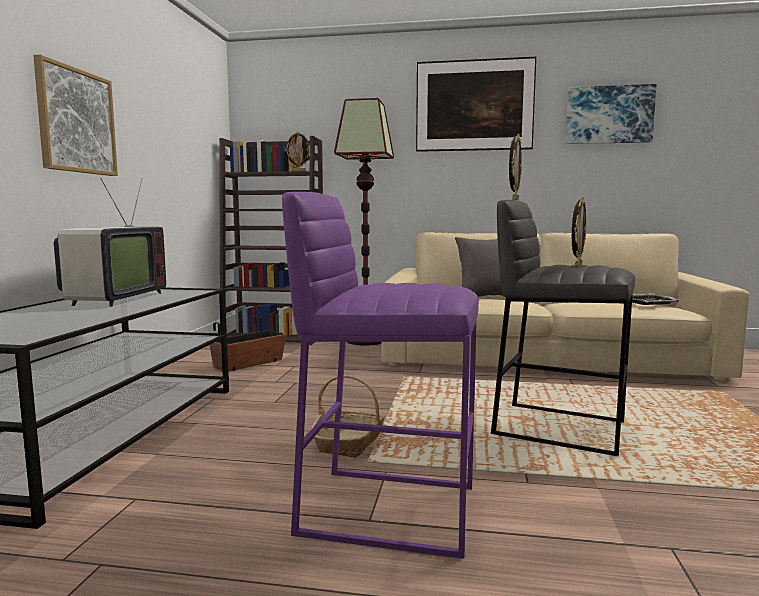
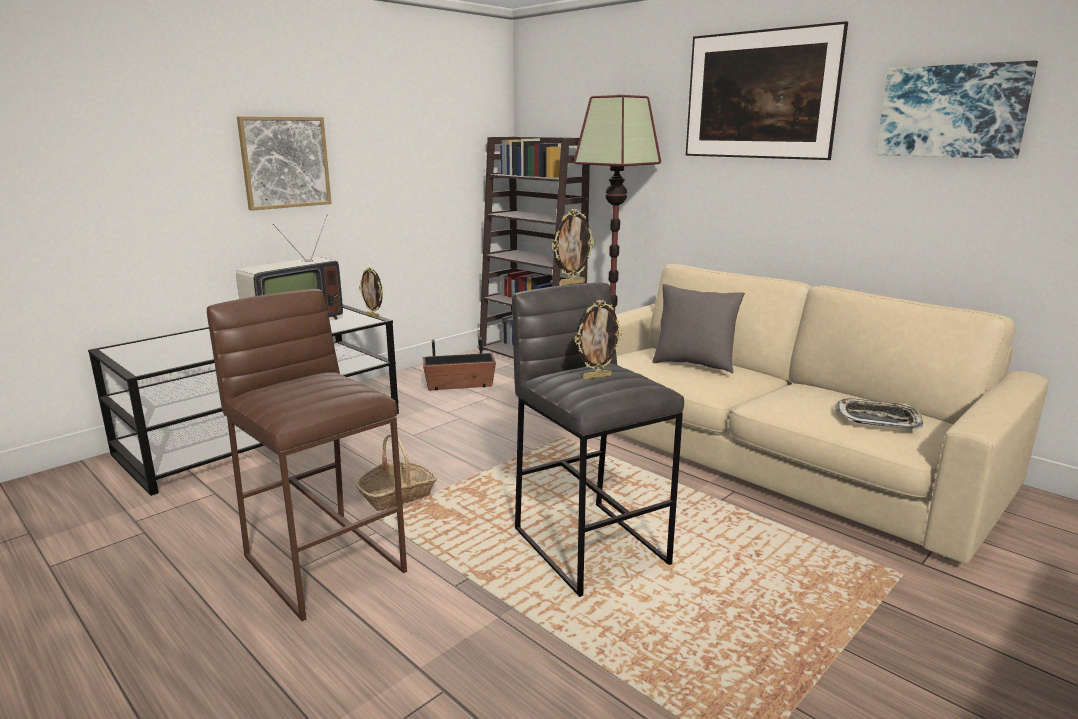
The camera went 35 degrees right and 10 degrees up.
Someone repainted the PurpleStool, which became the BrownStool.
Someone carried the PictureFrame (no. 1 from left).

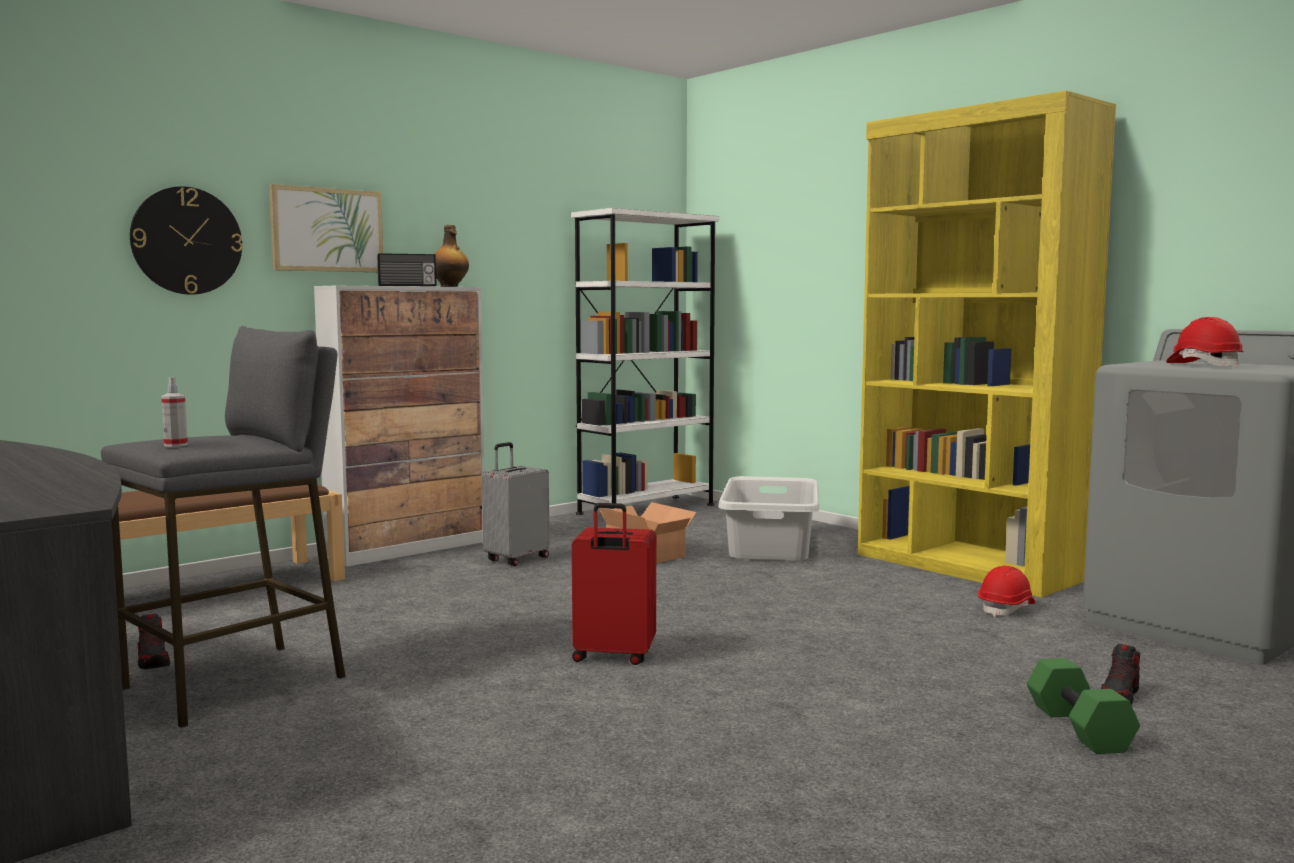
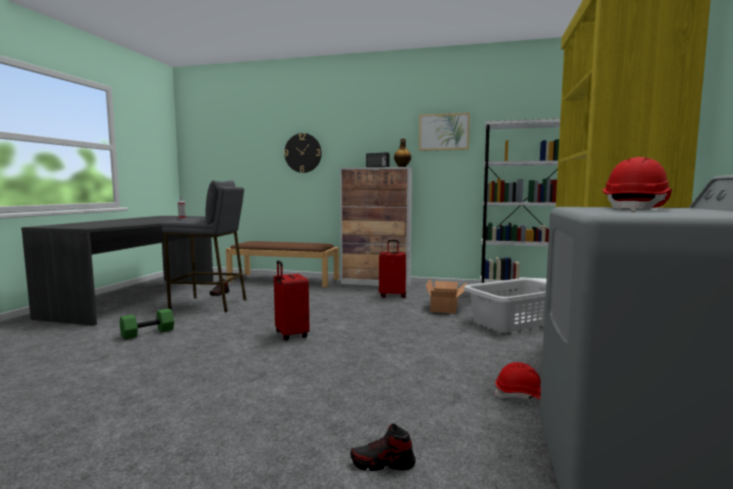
The camera went 55 degrees right and 0 degrees up.
Someone carried the GreenDumbbell.
Someone repainted the GreySuitcase, which became the RedSuitcase (no. 2 from left).
Someone carried the Picture.

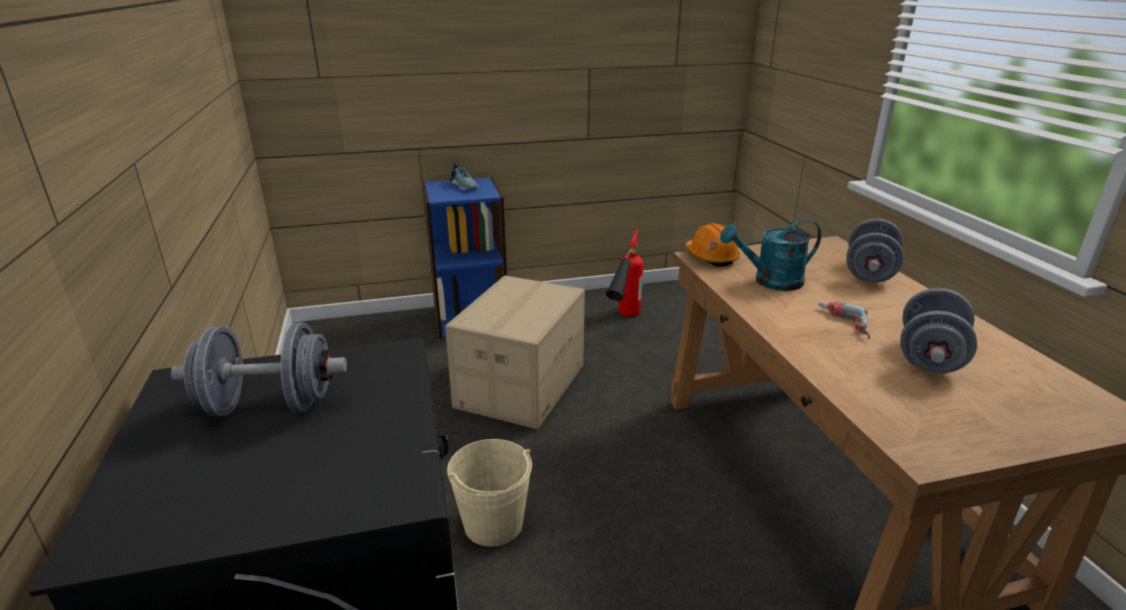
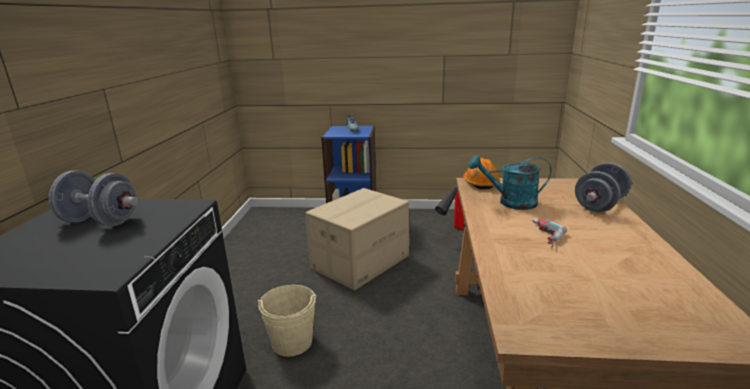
The camera went 20 degrees right and 5 degrees down.
Someone took away the GreyDumbbell (no. 3 from left).

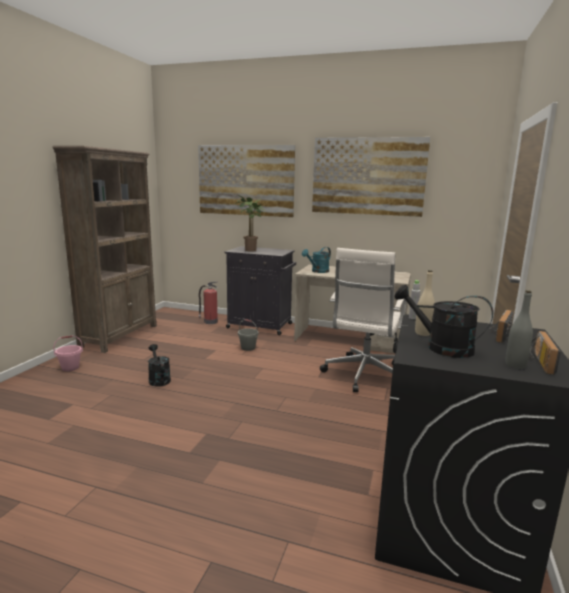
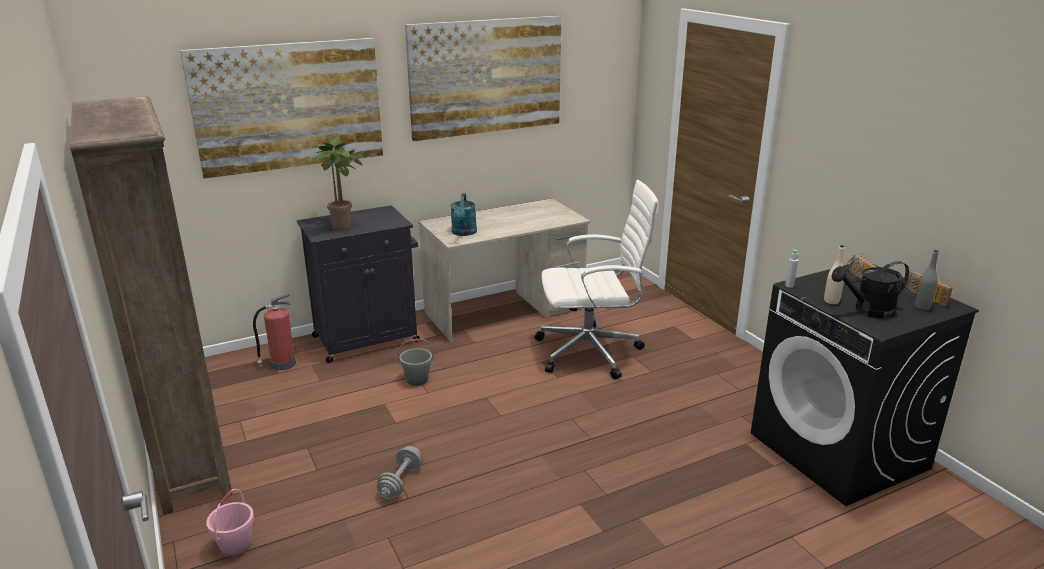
The camera went 45 degrees left and 10 degrees up.
Someone swapped the BlackWateringCan (no. 1 from left) for the GreyDumbbell.
Someone rotated the WhiteOfficeChair by 75 degrees counterclockwise.

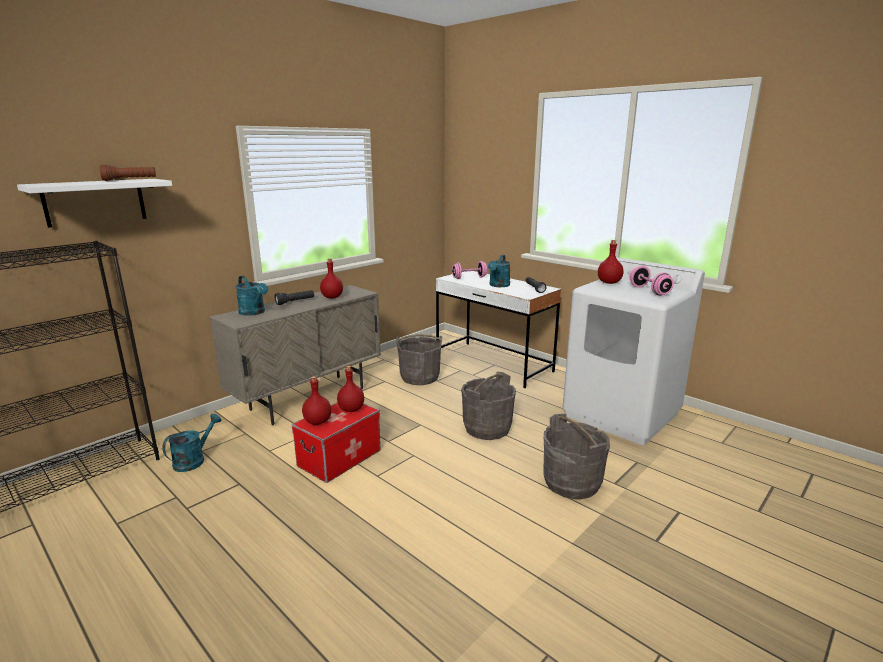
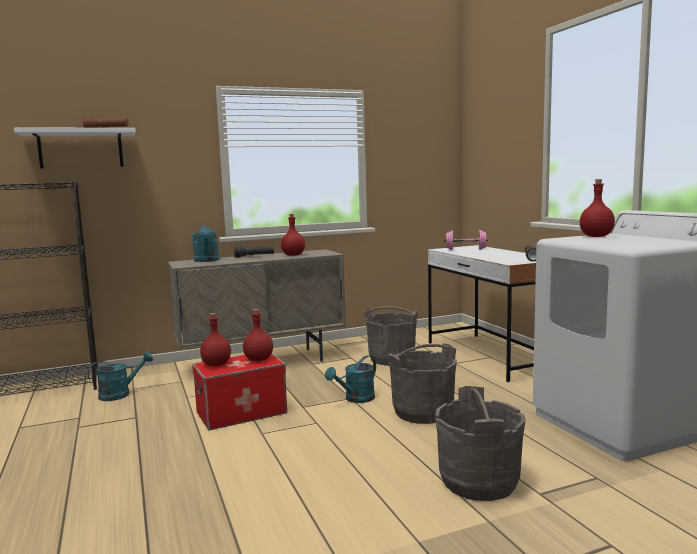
The camera went 25 degrees right and 10 degrees down.
Someone carried the TurquoiseWateringCan (no. 3 from left).
Someone took away the PinkDumbbell (no. 2 from left).

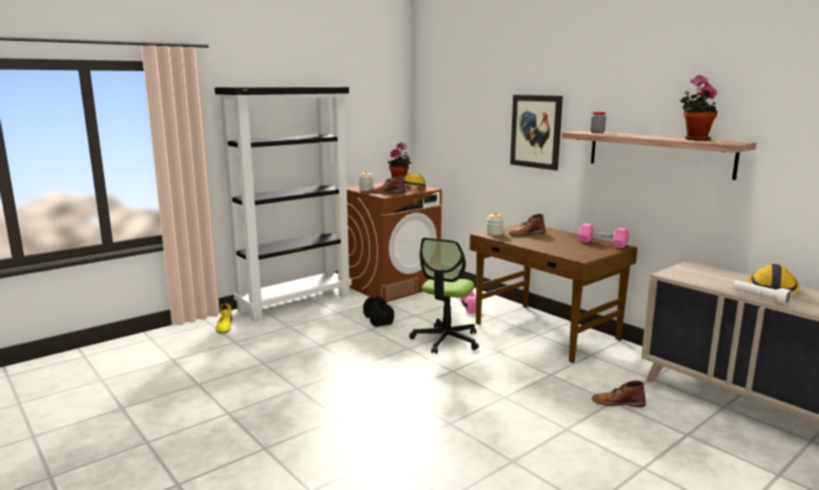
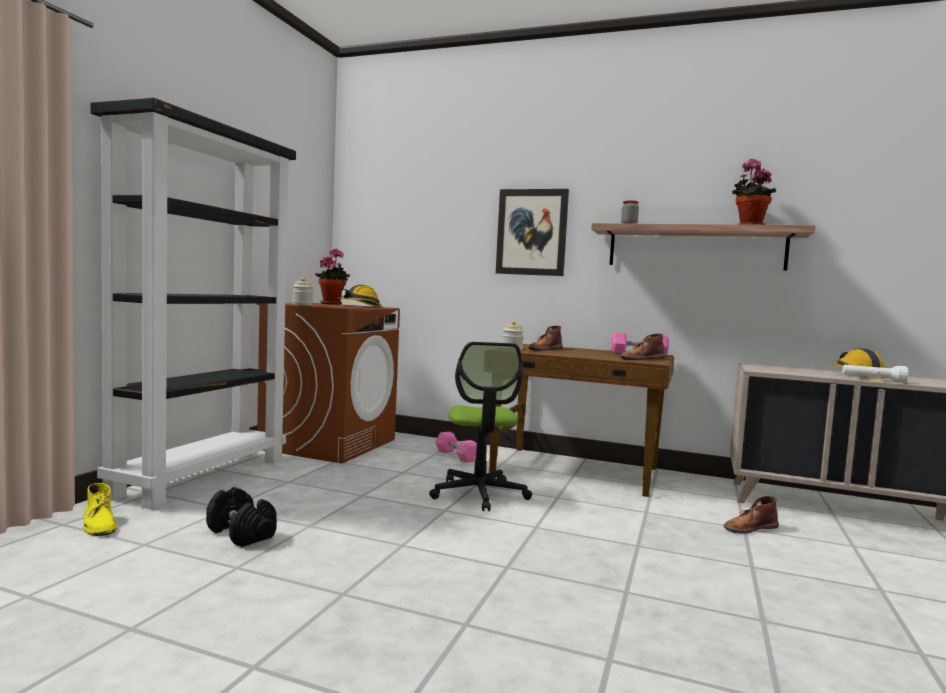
The camera went 30 degrees left and 10 degrees down.
Someone carried the BlackDumbbell.
Someone carried the BrownBoot (no. 1 from left in the first image).

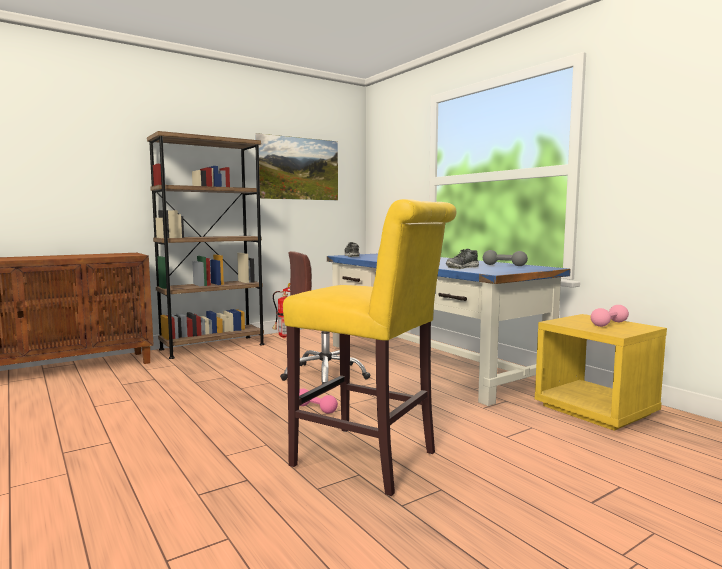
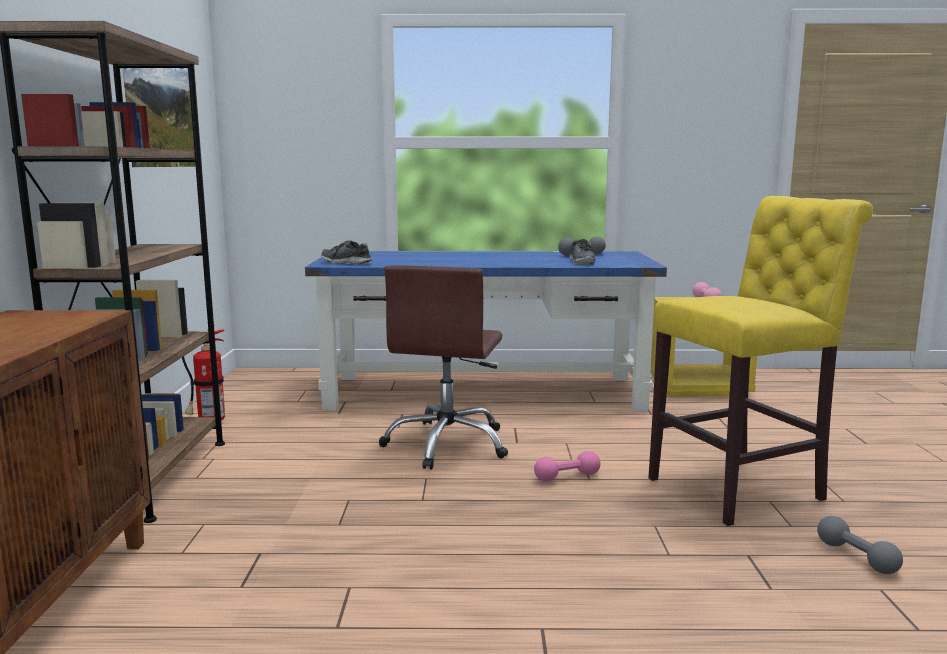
The camera went 55 degrees left and 5 degrees up.
Someone put down the GreyDumbbell (no. 2 from left).

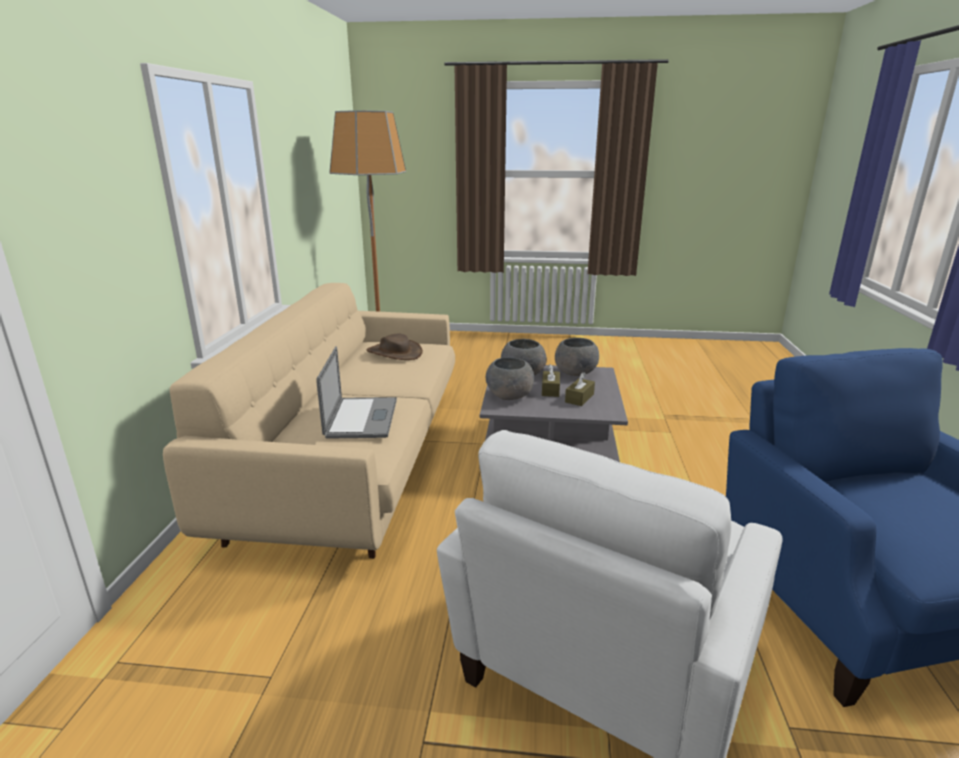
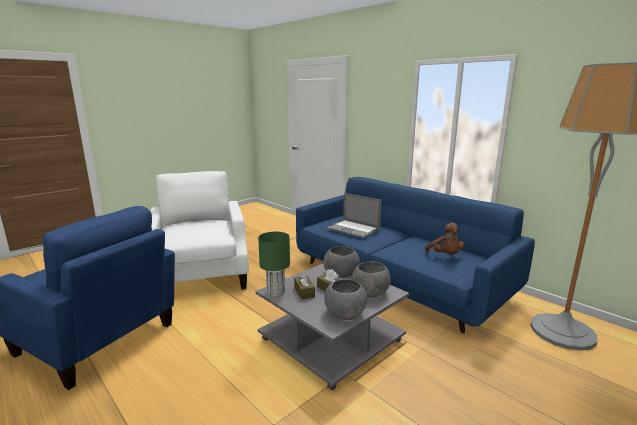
The camera went 130 degrees right and 5 degrees down.
Someone put down the GreenTableLamp.
Someone repainted the BeigeSofa, which became the BlueSofa.
Someone swapped the BrownHat for the BrownPlushToy.

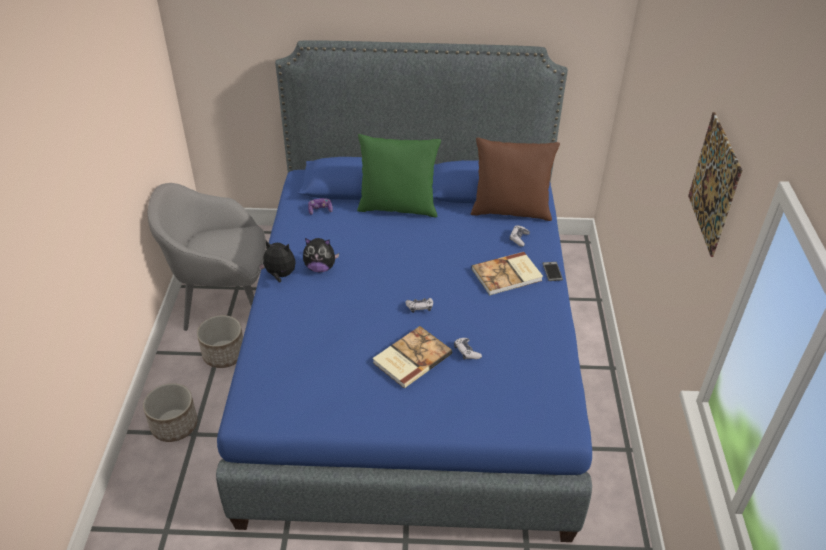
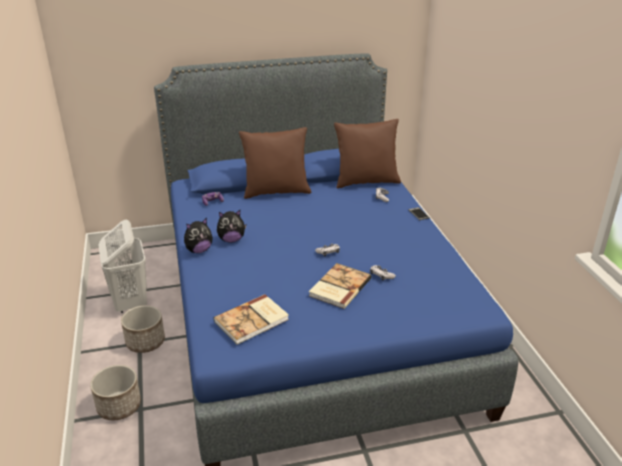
The camera went 15 degrees left and 10 degrees down.
Someone swapped the GreyArmchair for the WhiteLaundryBasket.
Someone rotated the PlushToy (no. 1 from left) by 150 degrees clockwise.
Someone carried the Book (no. 2 from left in the first image).
Someone repainted the GreenPillow, which became the BrownPillow (no. 1 from left).
Someone took away the Picture.

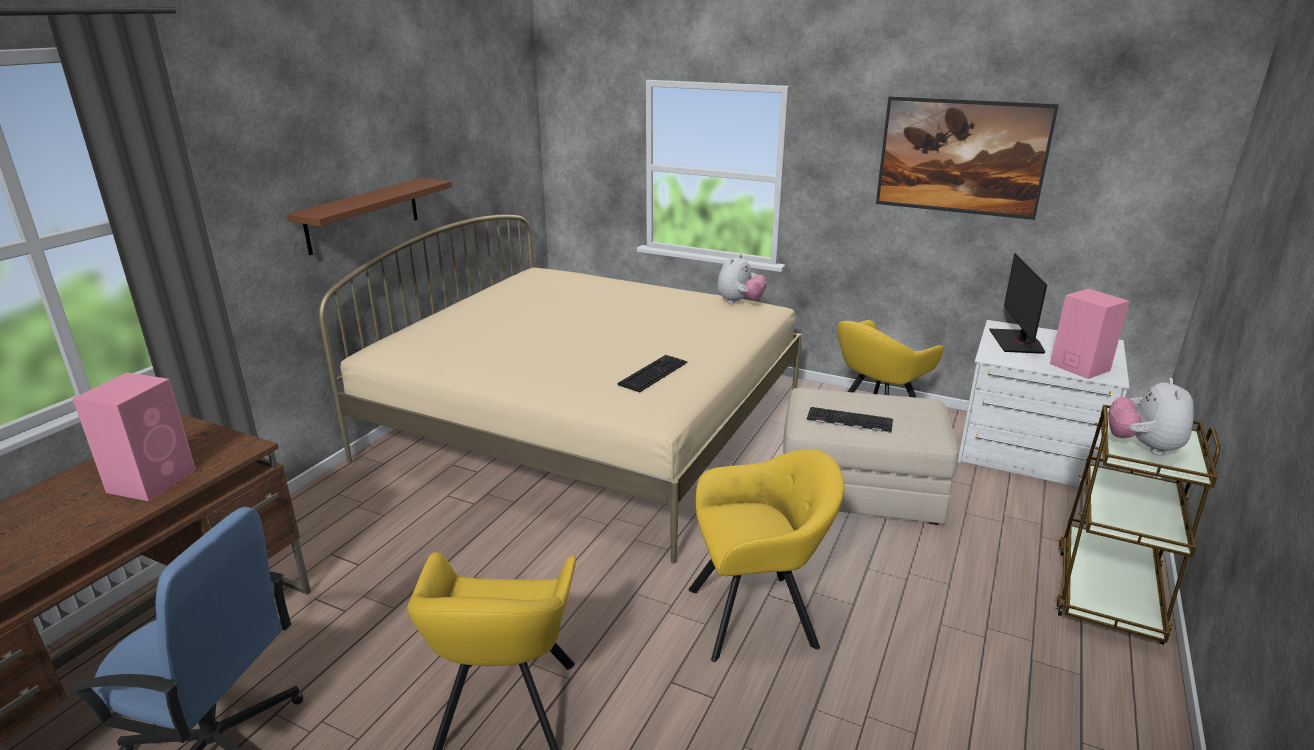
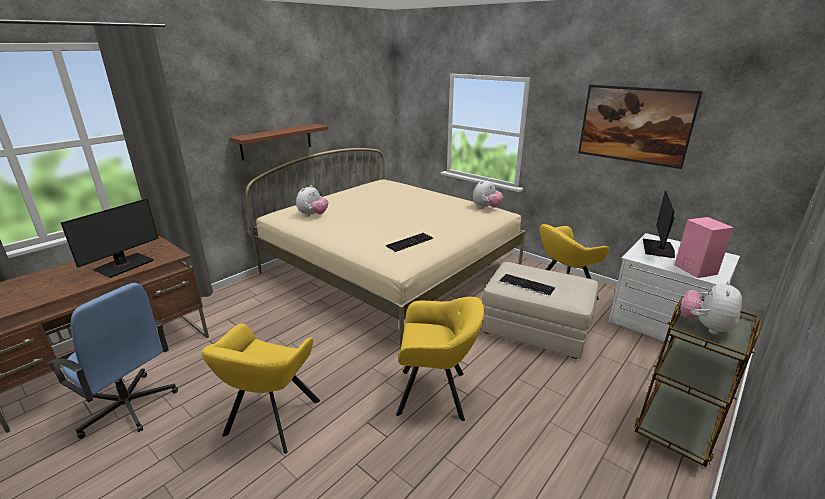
The camera went 15 degrees right and 0 degrees up.
Someone swapped the PinkSpeaker (no. 1 from left) for the Monitor (no. 1 from left).
Someone put down the PlushToy (no. 1 from left).

